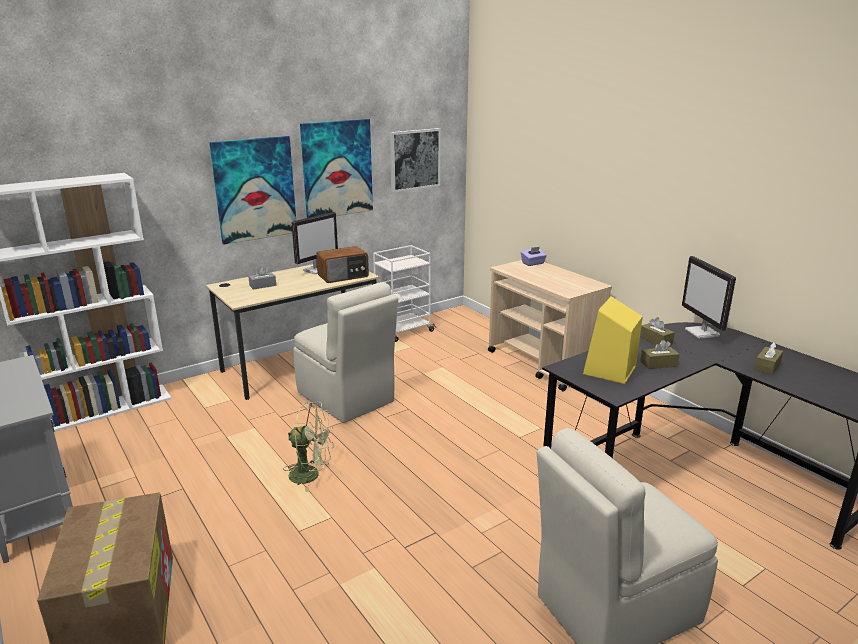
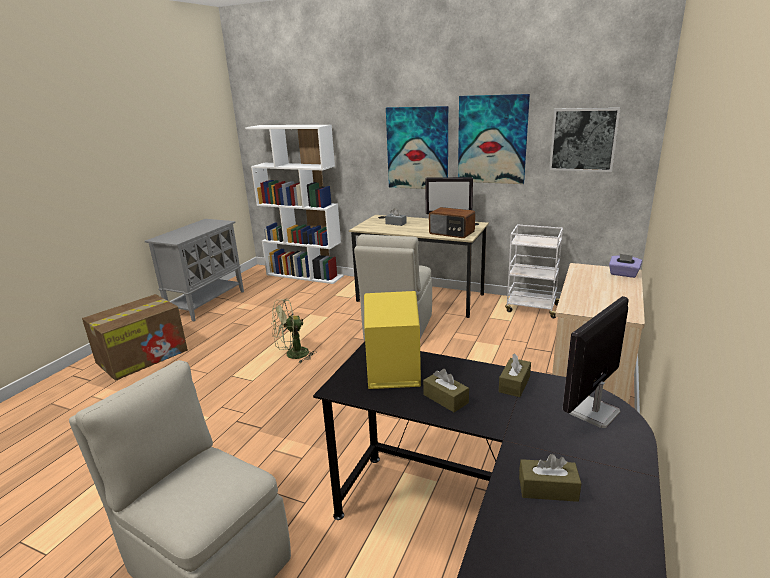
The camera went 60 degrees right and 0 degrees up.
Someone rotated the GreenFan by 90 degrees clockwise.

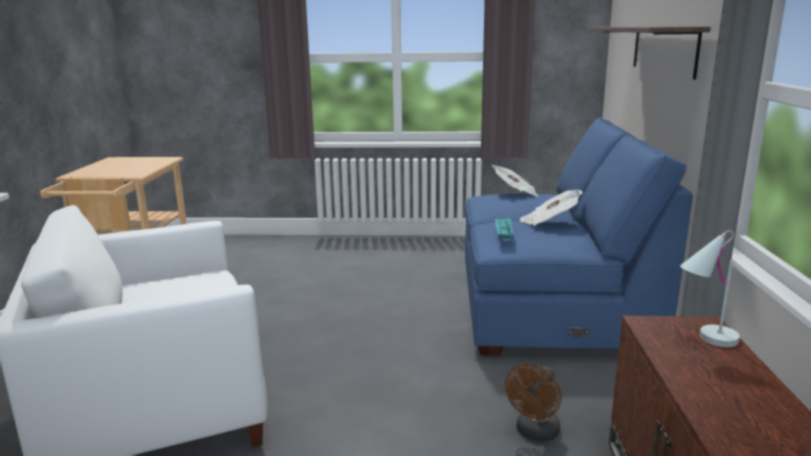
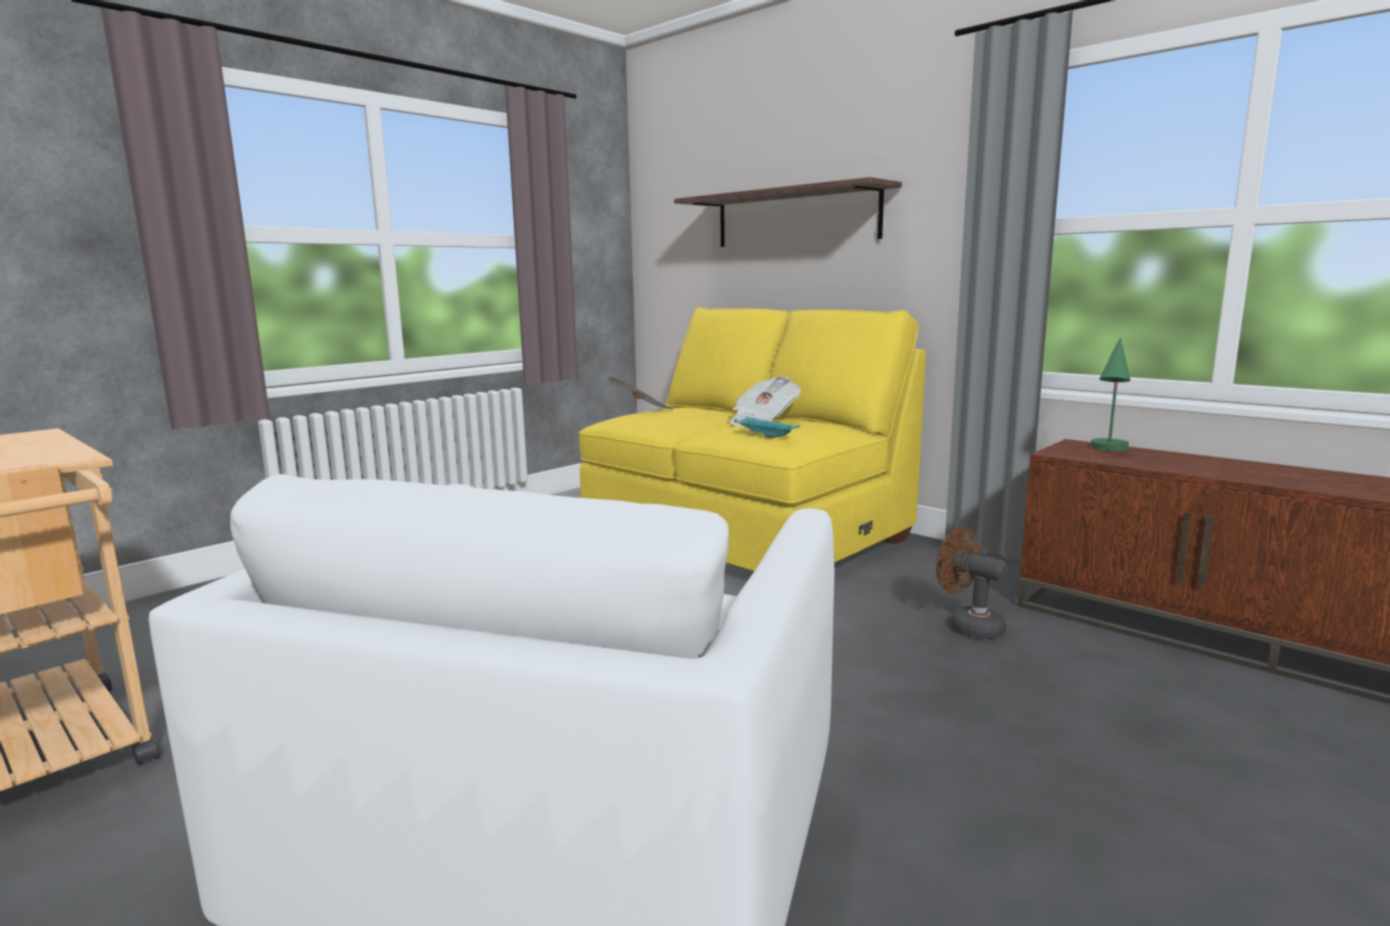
The camera went 50 degrees left and 5 degrees down.
Someone repainted the BlueSofa, which became the YellowSofa.
Someone rotated the BrownFan by 150 degrees clockwise.
Someone repainted the WhiteTableLamp, which became the GreenTableLamp.

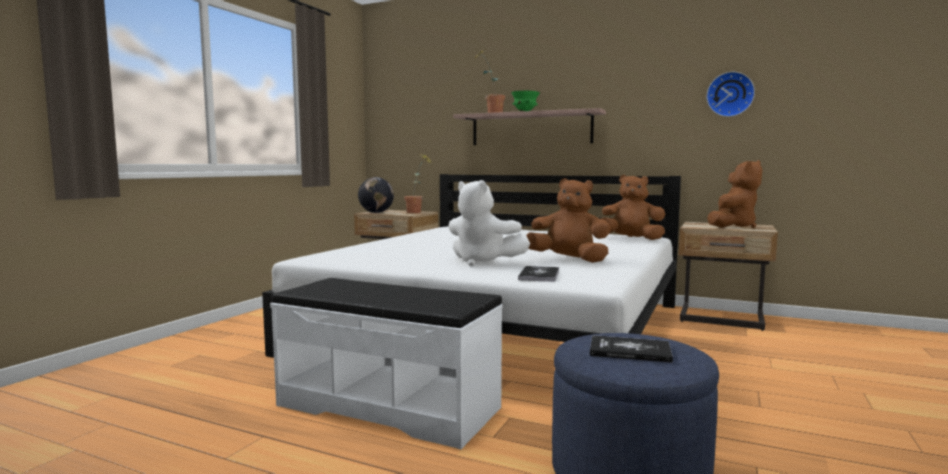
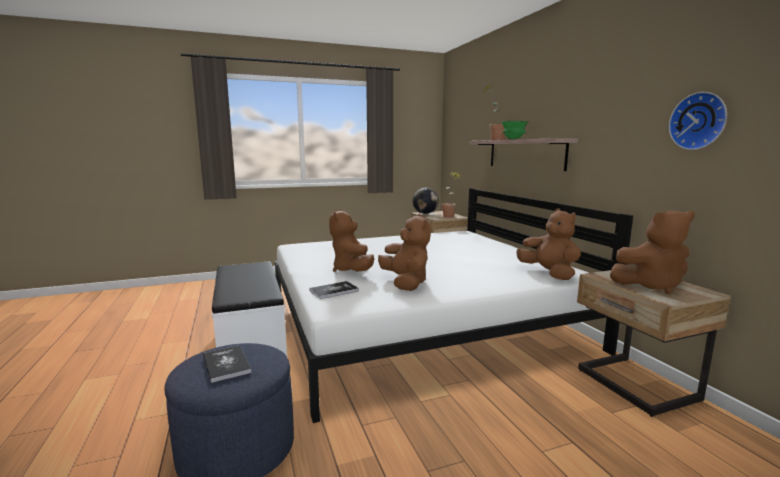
The camera went 45 degrees right and 5 degrees up.
Someone repainted the WhitePlushToy, which became the BrownPlushToy (no. 1 from left).

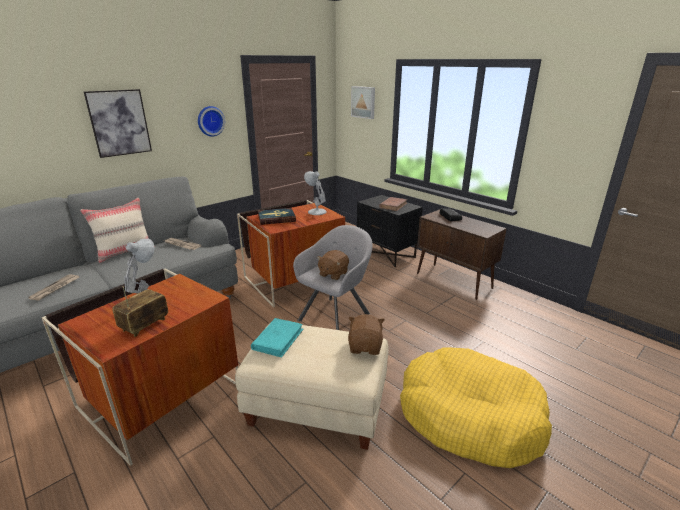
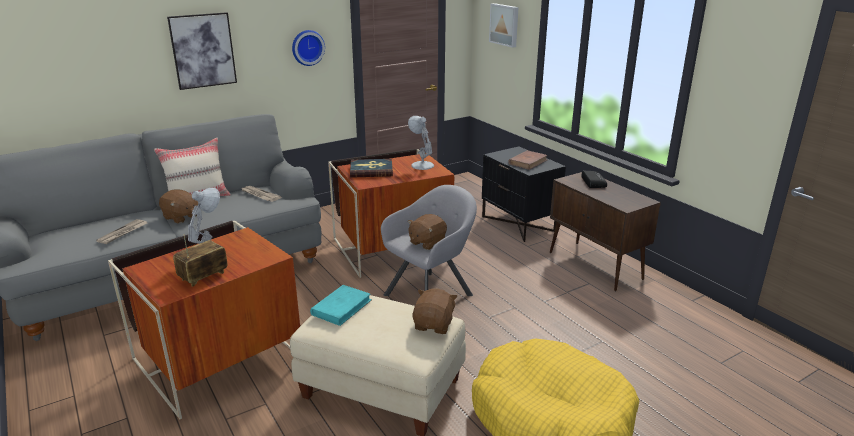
The camera went 10 degrees right and 0 degrees up.
Someone put down the BrownPlushToy (no. 1 from left).

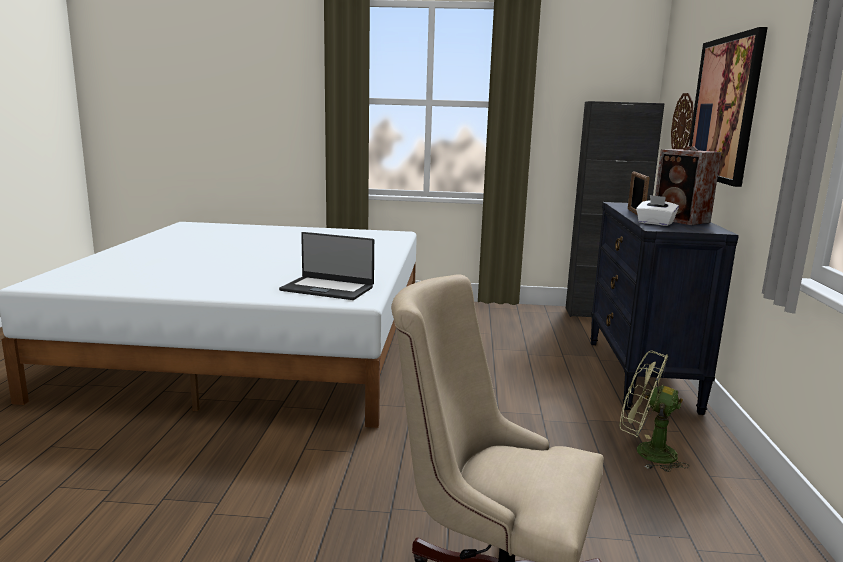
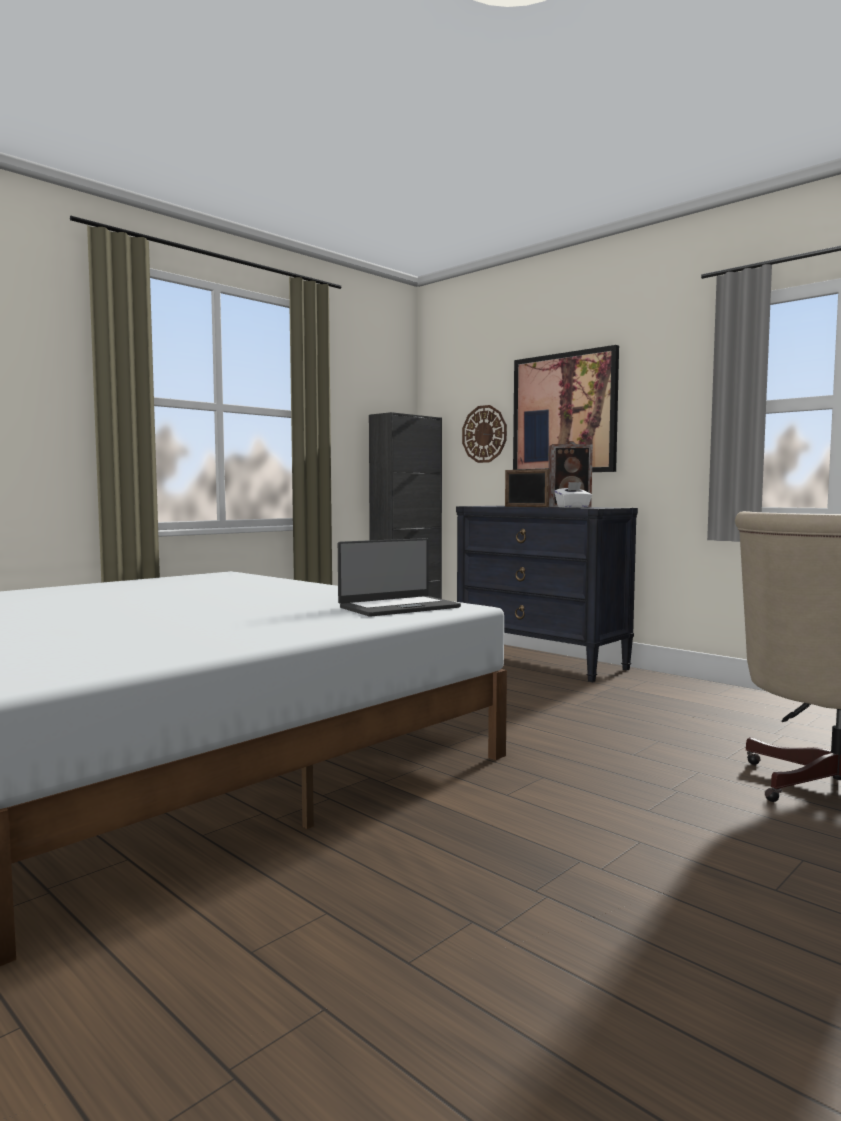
The camera went 50 degrees left and 10 degrees down.
Someone took away the GreenFan.

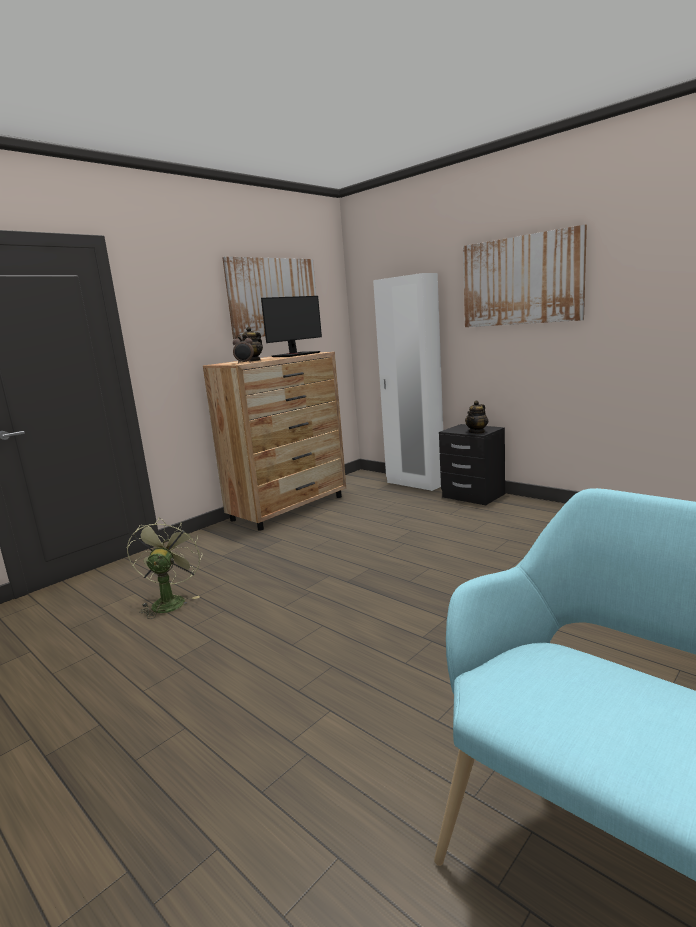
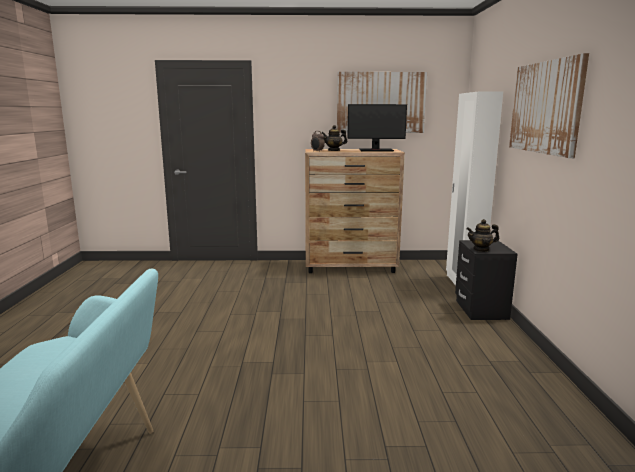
The camera went 45 degrees right and 0 degrees up.
Someone took away the GreenFan.

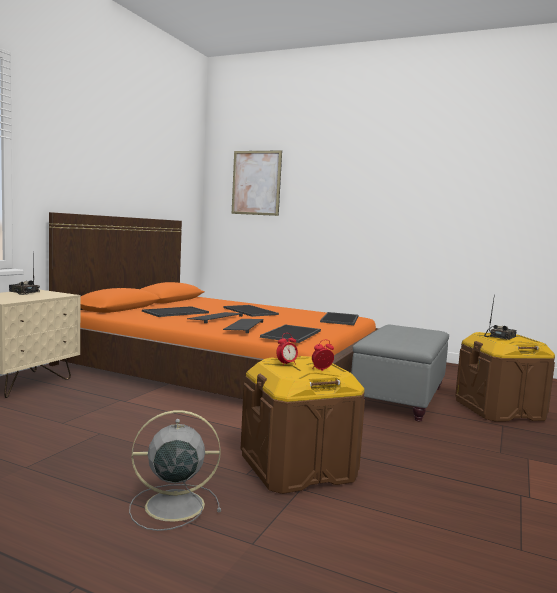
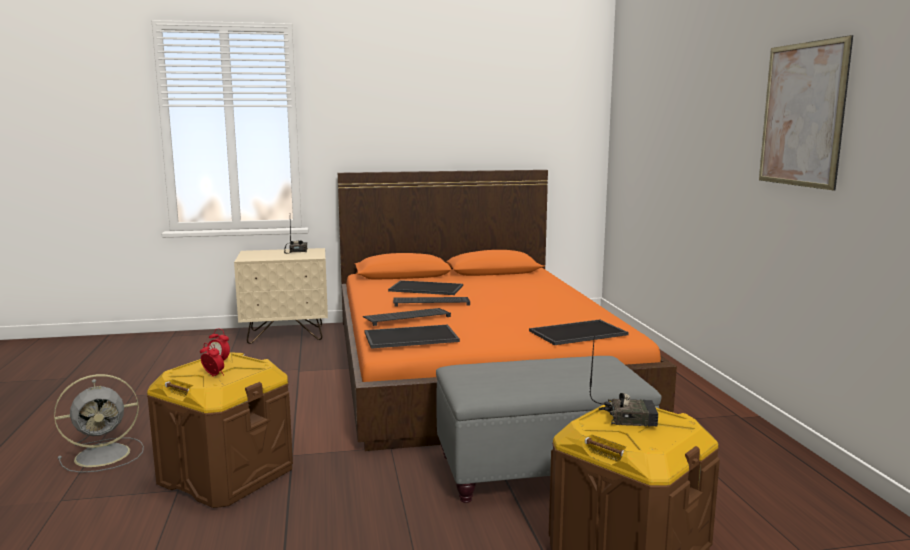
The camera went 55 degrees right and 5 degrees up.
Someone rotated the GreyFan by 105 degrees clockwise.
Someone carried the Picture.
Someone took away the Tray (no. 2 from left).

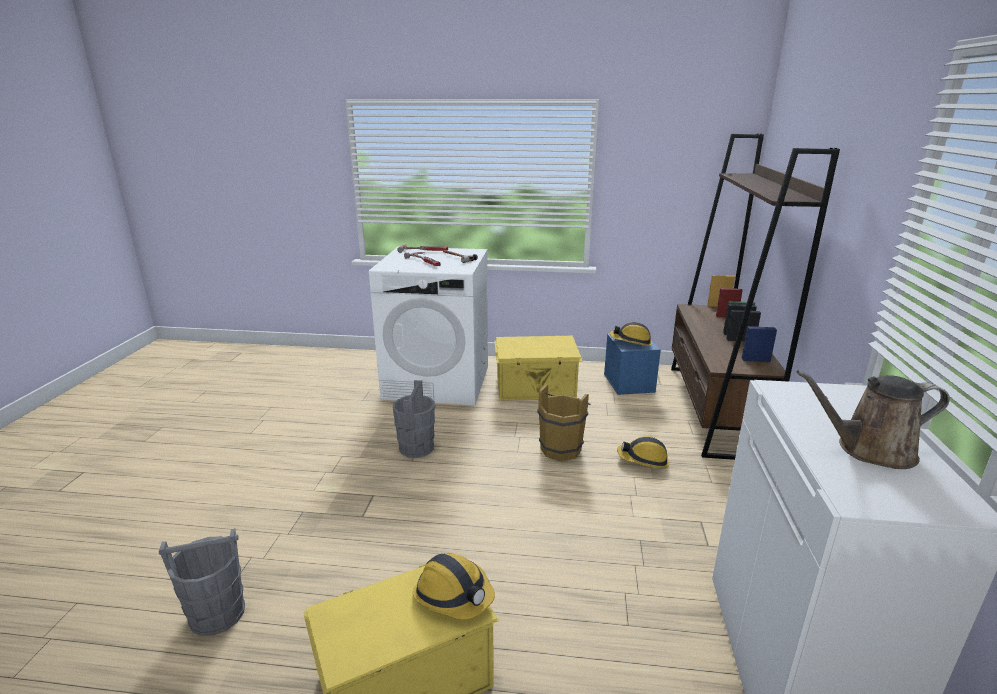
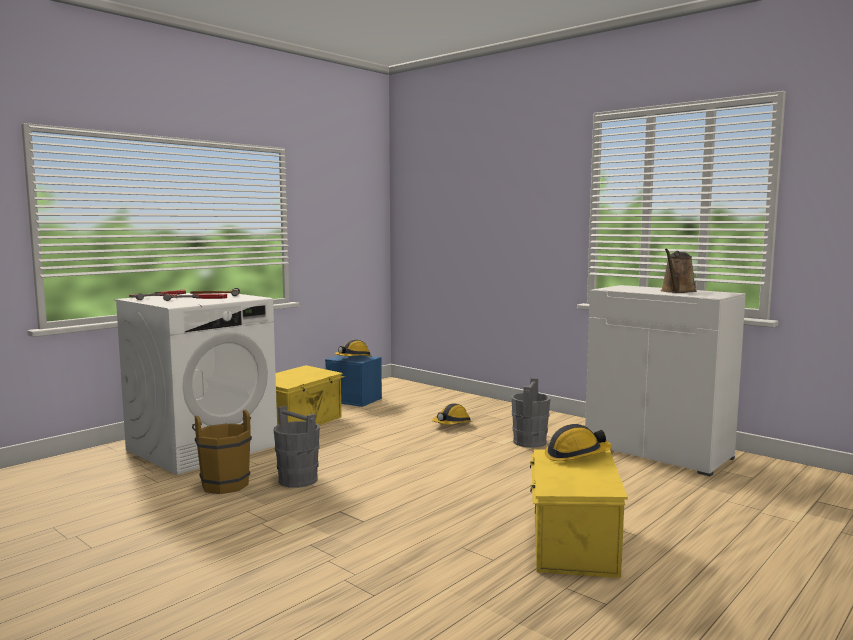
The camera went 55 degrees left and 15 degrees down.
Someone carried the BrownBucket.
Someone carried the GreyBucket (no. 1 from left in the first image).
Someone took away the BrownBookcase.

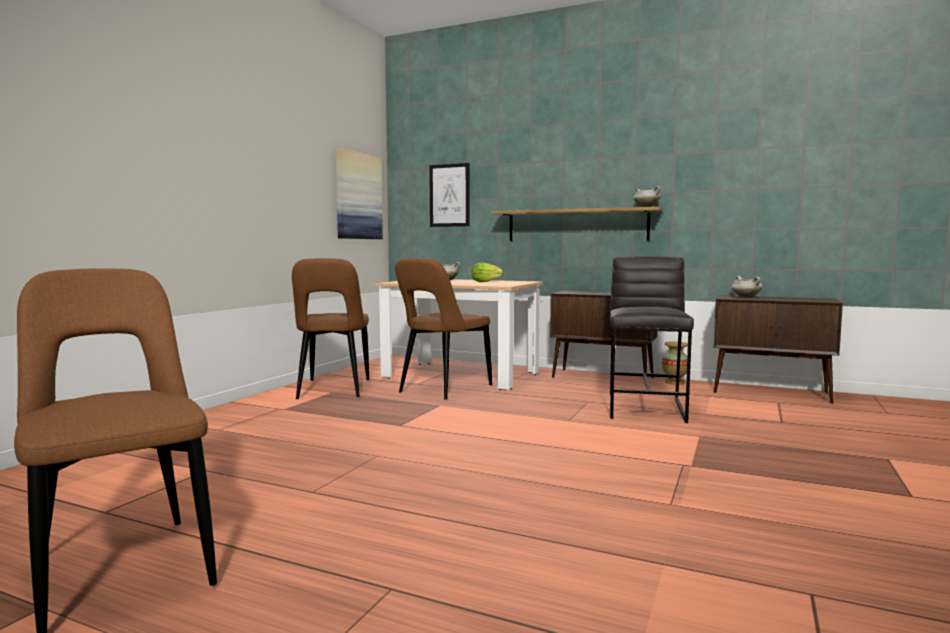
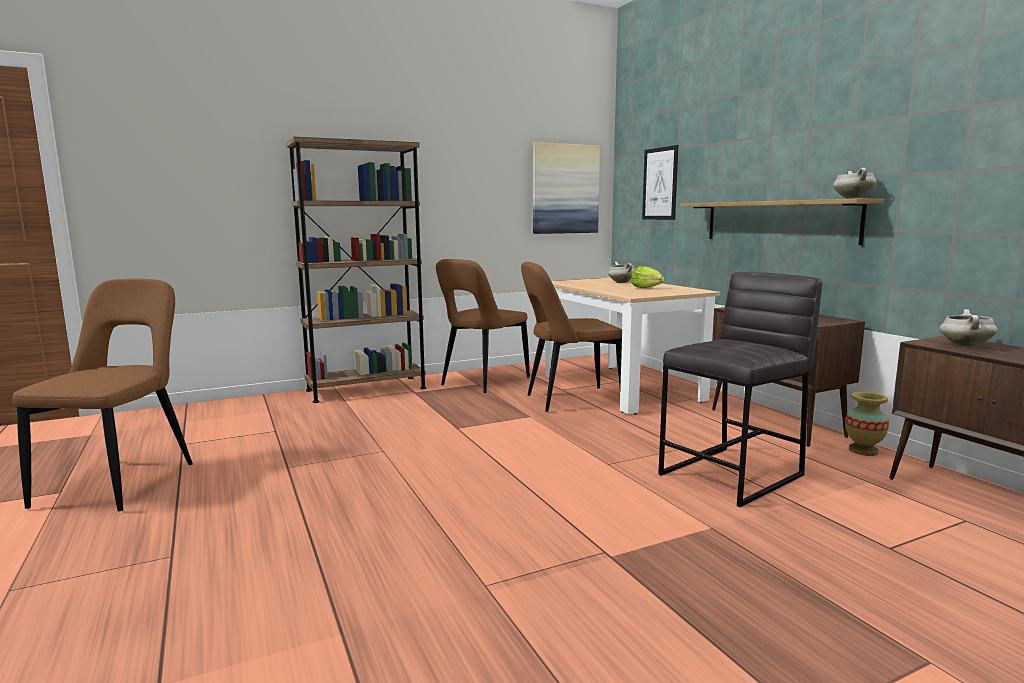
The camera went 40 degrees right and 5 degrees up.
Someone put down the BrownBookcase.

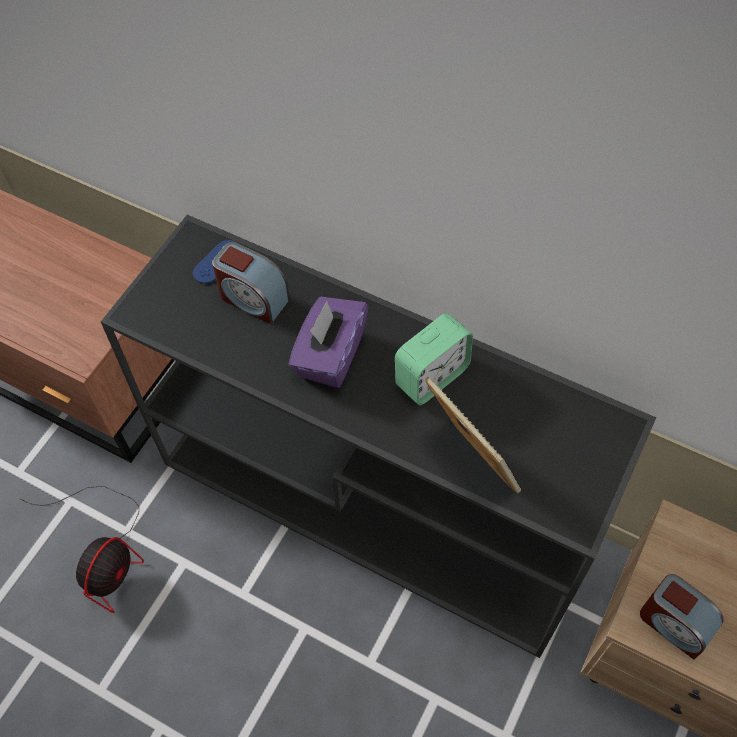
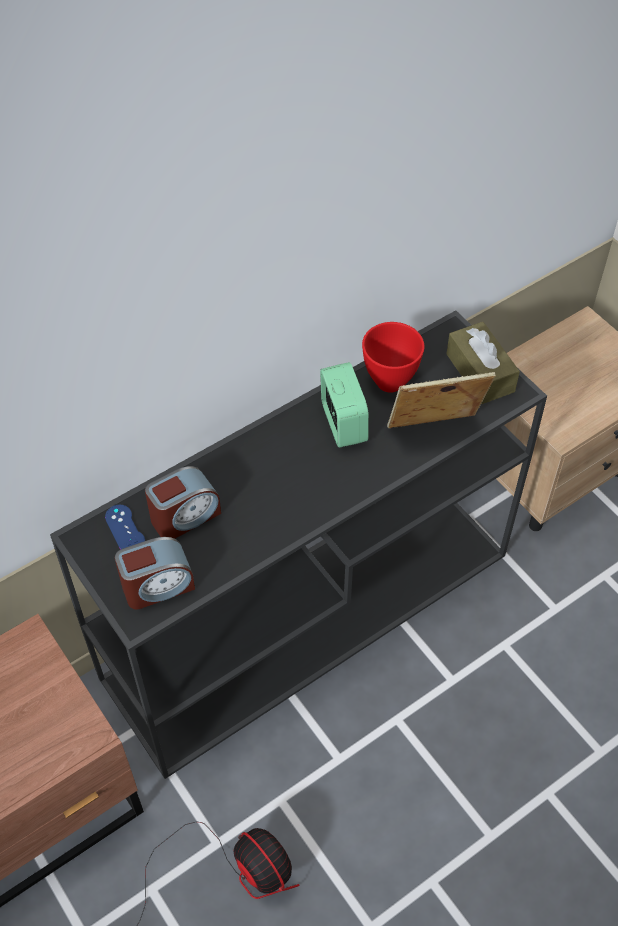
The camera went 65 degrees left and 5 degrees down.
Someone carried the AlarmClock (no. 3 from left in the first image).
Someone put down the RedBowl.
Someone put down the BrownTissueBox.
Someone took away the PurpleTissueBox.

